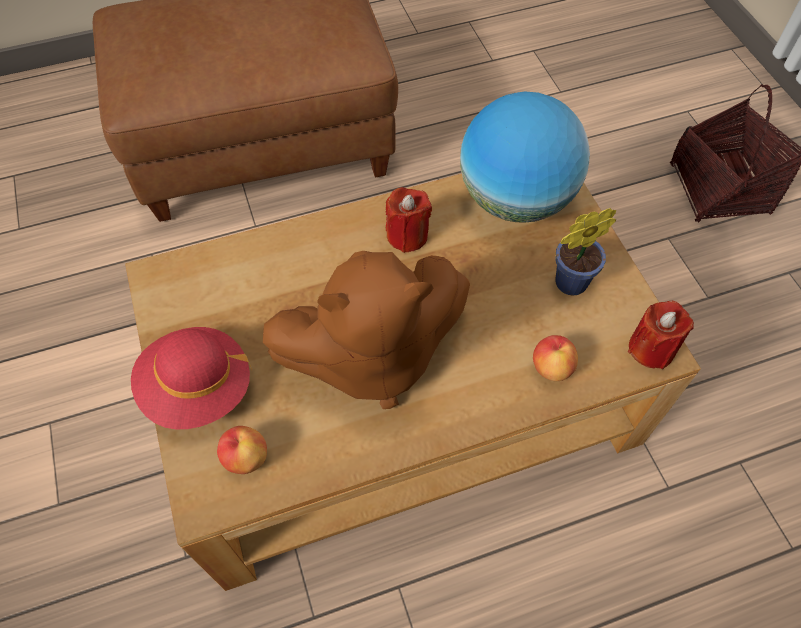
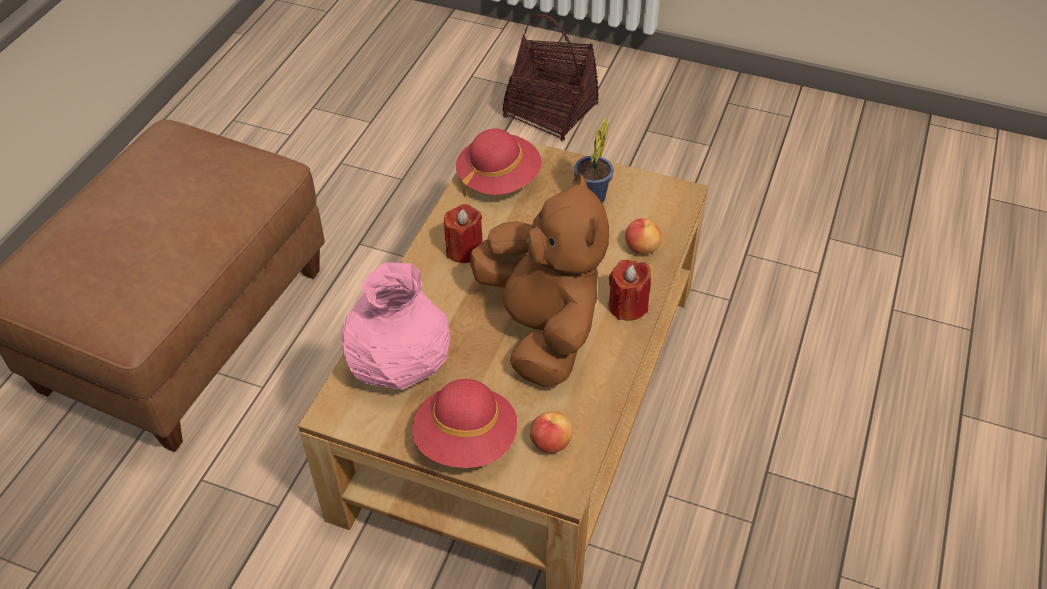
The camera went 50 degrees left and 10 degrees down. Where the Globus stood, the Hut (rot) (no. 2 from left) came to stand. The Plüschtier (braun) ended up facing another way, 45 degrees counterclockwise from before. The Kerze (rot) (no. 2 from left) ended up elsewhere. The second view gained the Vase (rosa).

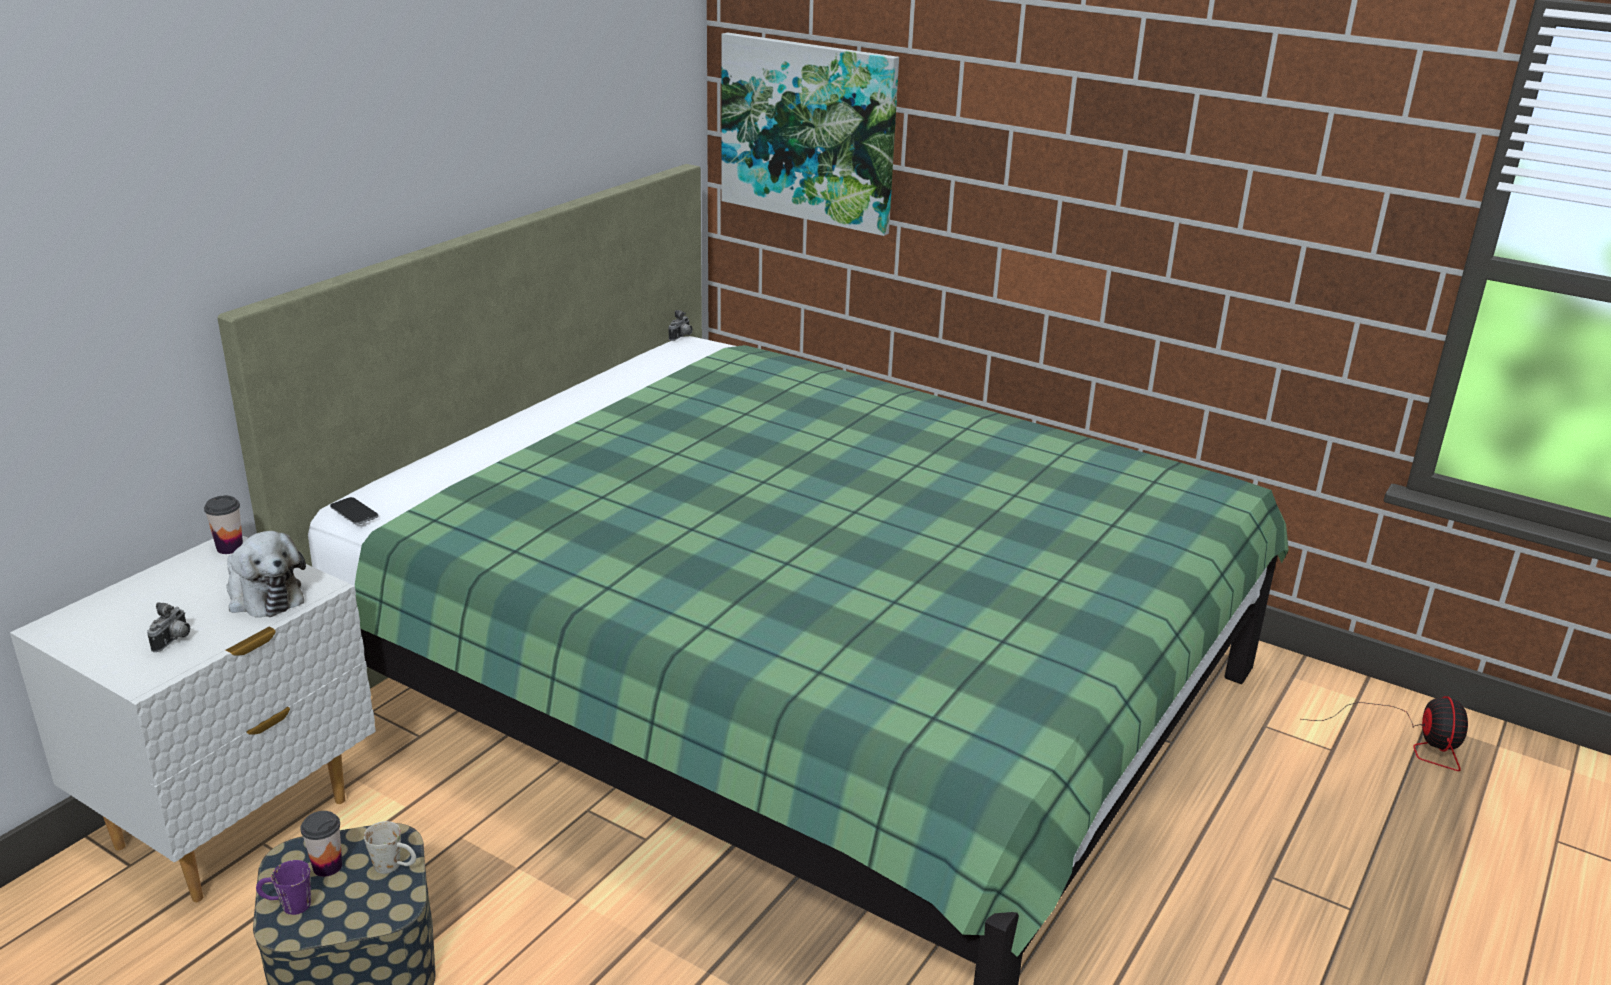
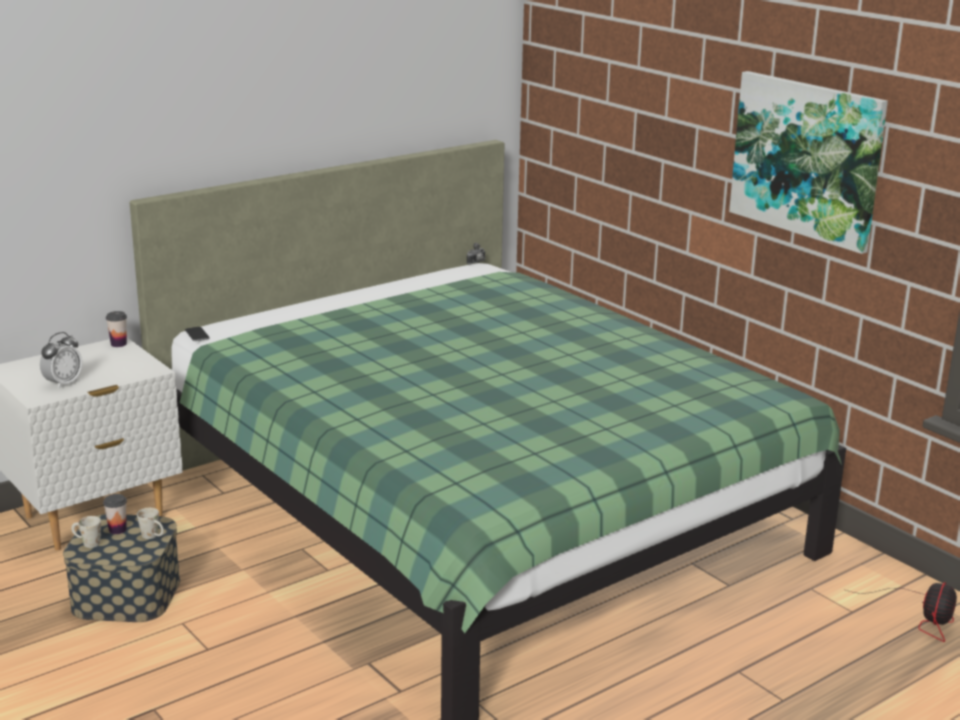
The camera went 20 degrees right and 5 degrees down. The Bild ended up elsewhere. The second view lost the Plüschtier. Where the Kamera (no. 1 from left) stood, the Wecker came to stand. What was the Henkelbecher (lila) turned into the Henkelbecher (weiß) (no. 1 from left).

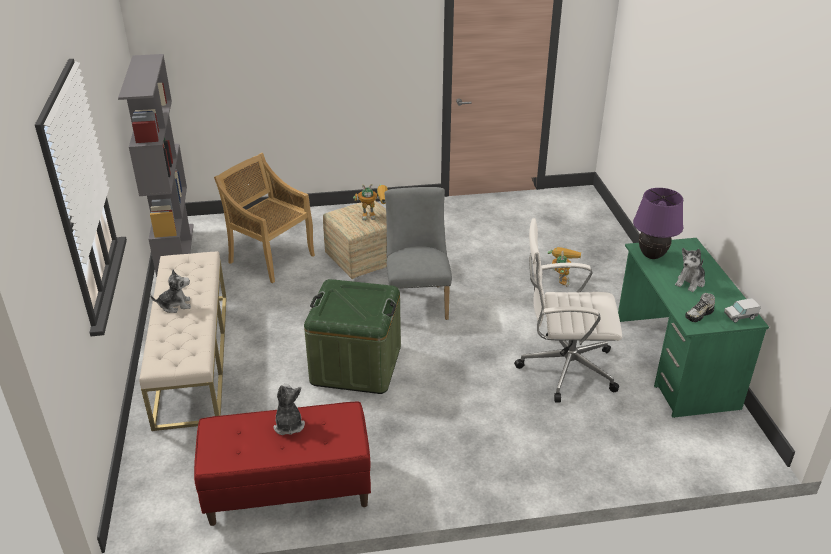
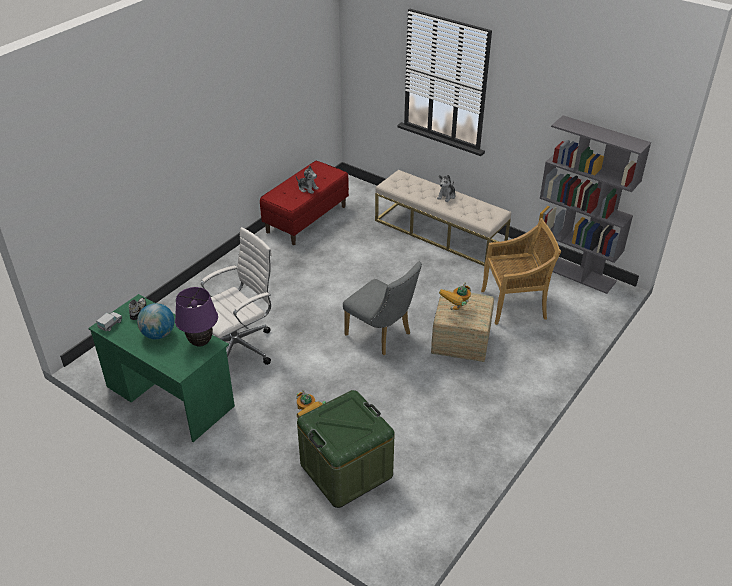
The camera went 135 degrees right and 5 degrees up. Where the Plüschtier (no. 3 from left) stood, the Globus came to stand. The Aufbewahrungsbox (grün) ended up elsewhere.

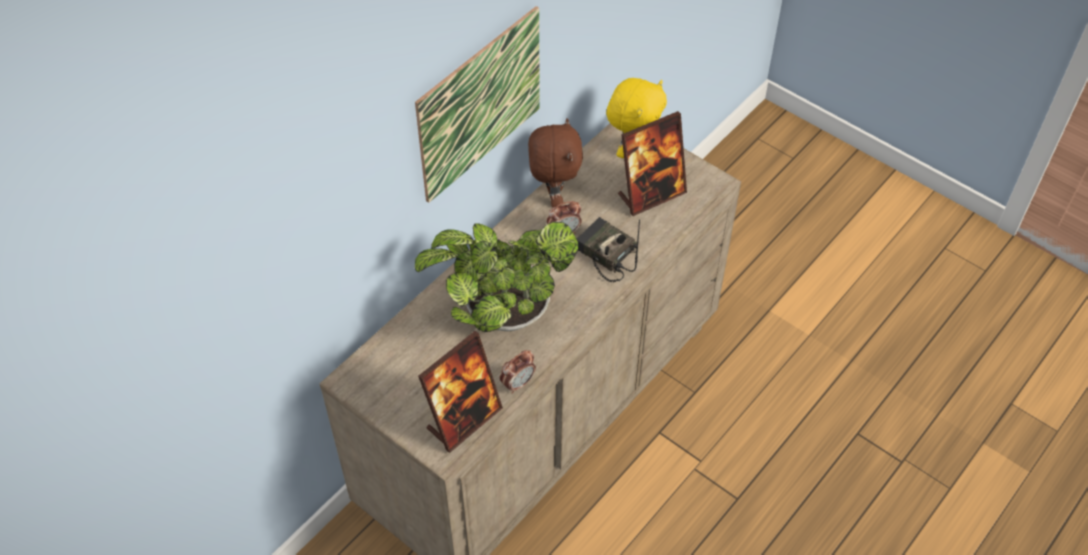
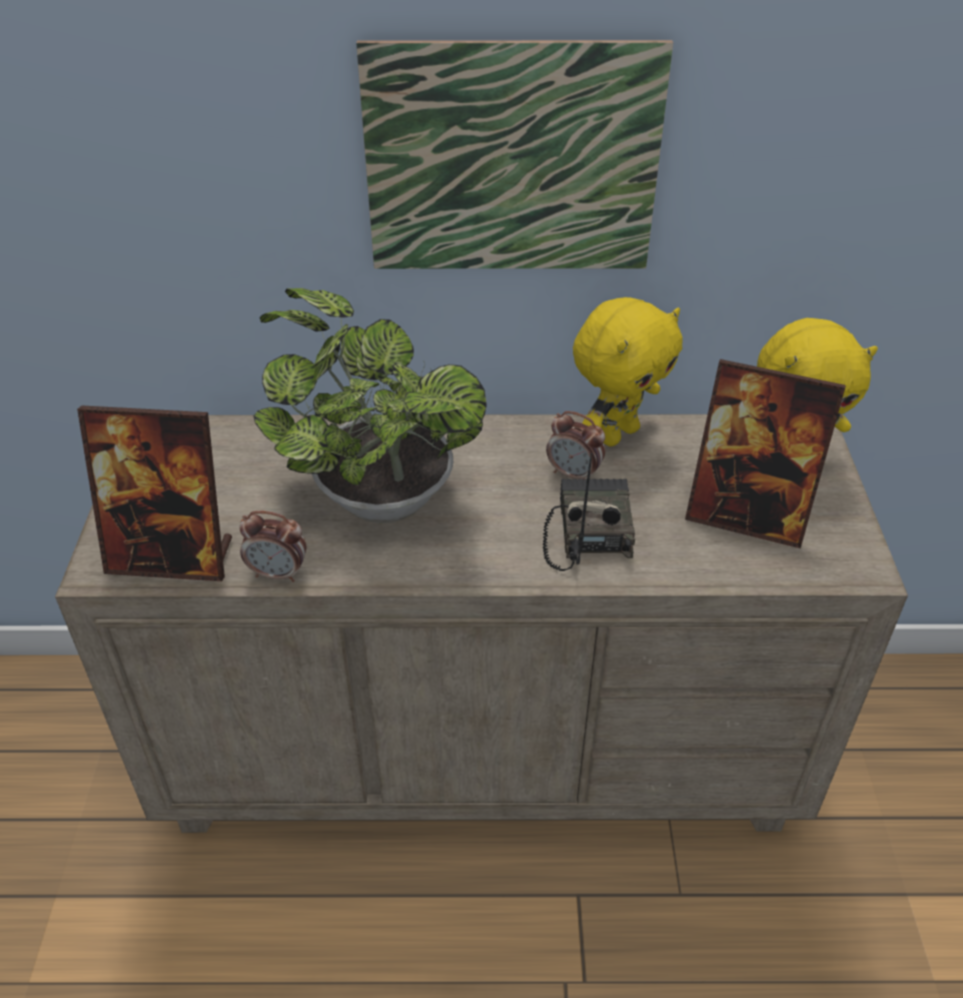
The camera went 50 degrees right and 10 degrees down. What was the Plüschtier (braun) turned into the Plüschtier (gelb) (no. 1 from left).

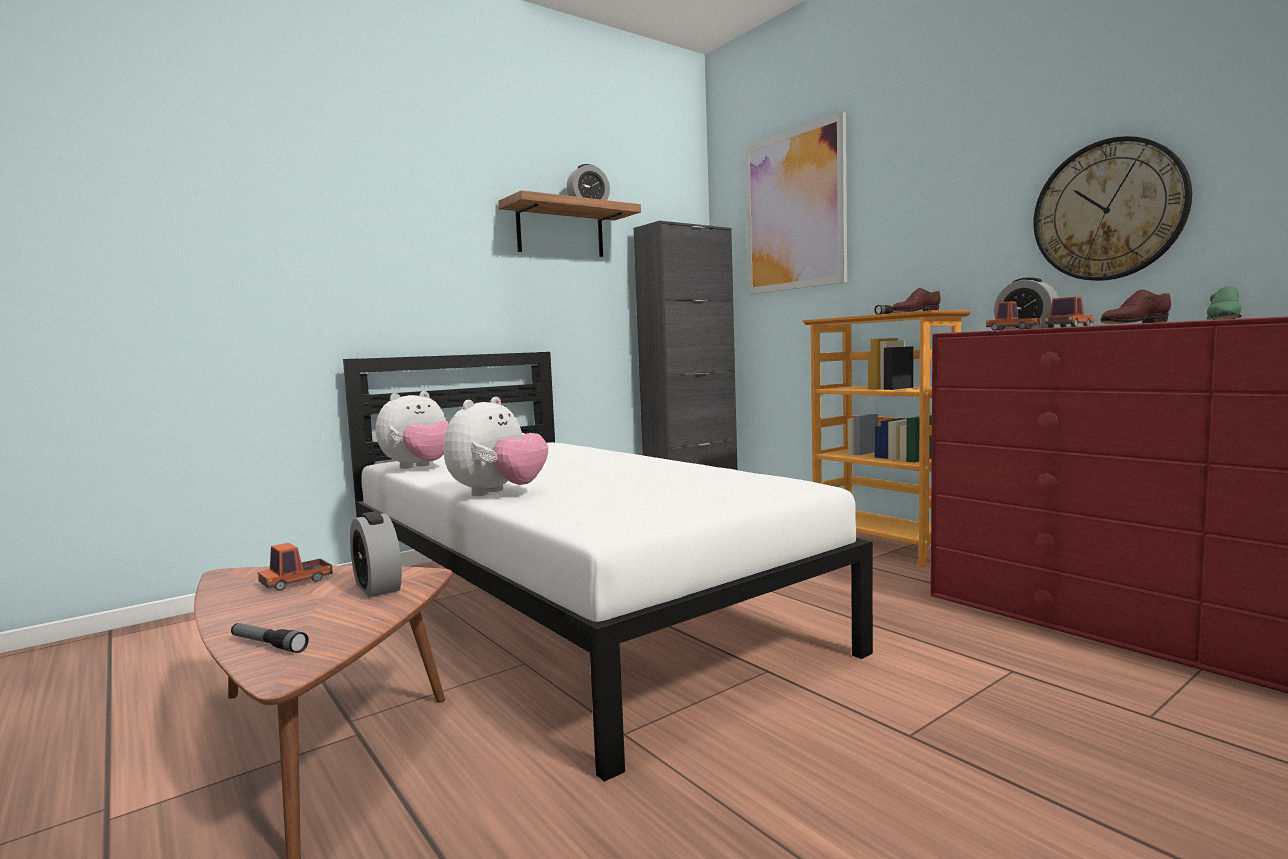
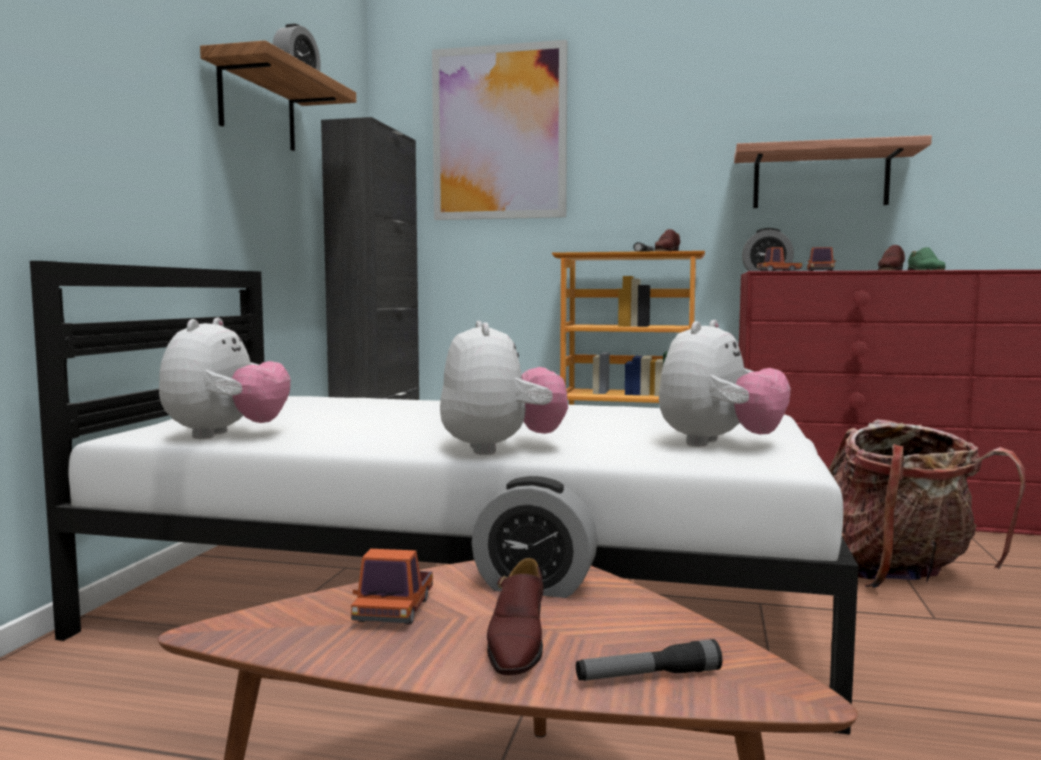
The camera went 40 degrees left and 0 degrees up. Where the Wanduhr hung, the Wandregal (no. 2 from left) came to hang. The second view gained the Plüschtier (no. 3 from left). The second view gained the Rucksack. The second view gained the Schuh (braun) (no. 1 from left).

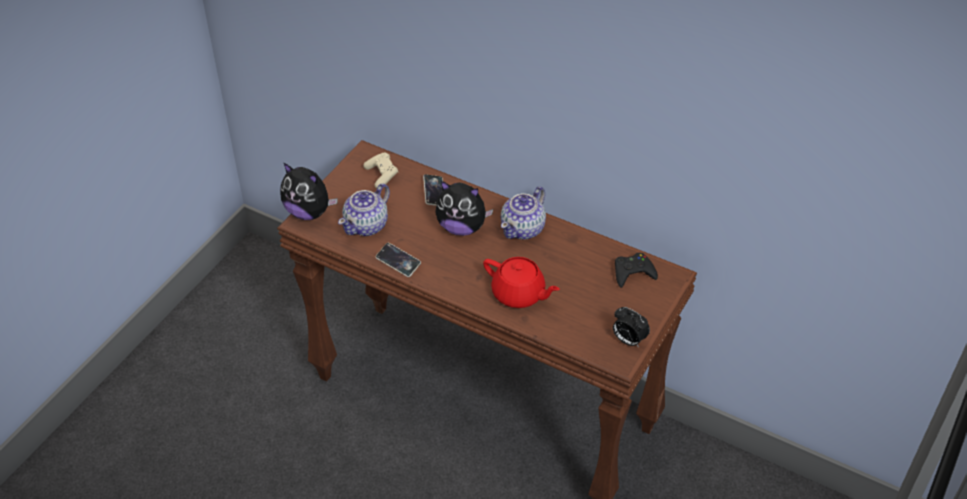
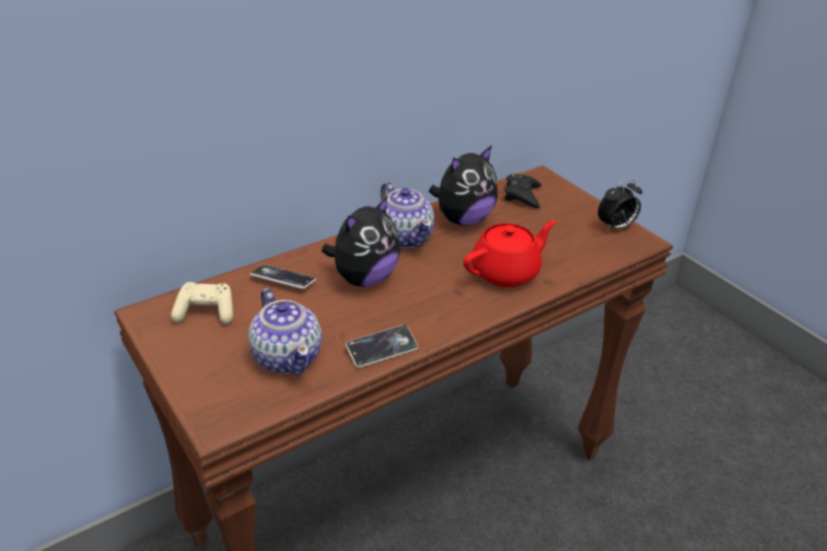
The camera went 65 degrees left and 10 degrees down. The Plüschtier (no. 1 from left in the first image) ended up elsewhere.

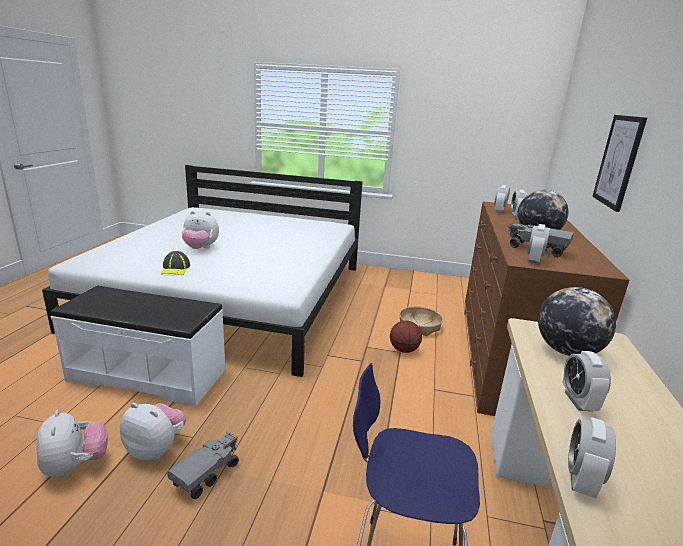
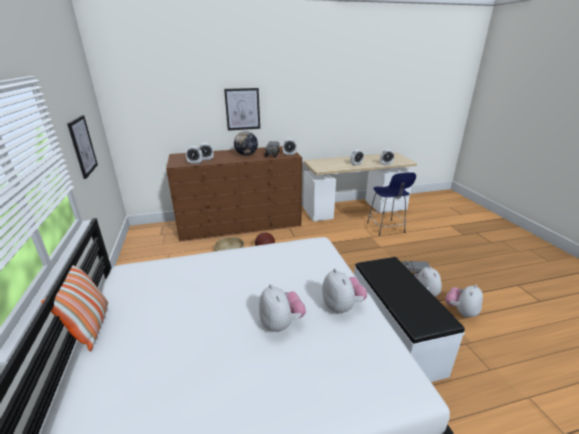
The camera went 115 degrees left and 5 degrees up. Where the Kappe stood, the Plüschtier (no. 2 from left) came to stand. The second view lost the Globus (no. 2 from left). The second view gained the Bild (no. 1 from left). The second view gained the Kissen.

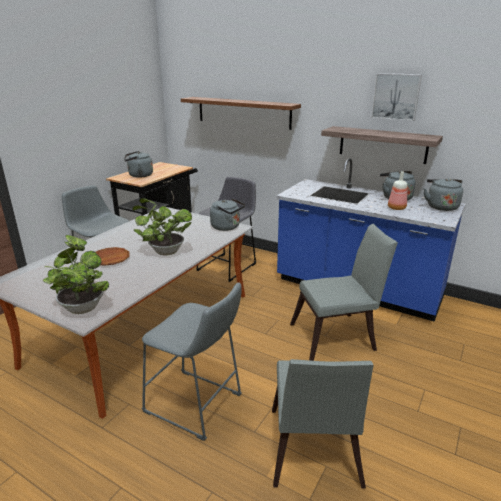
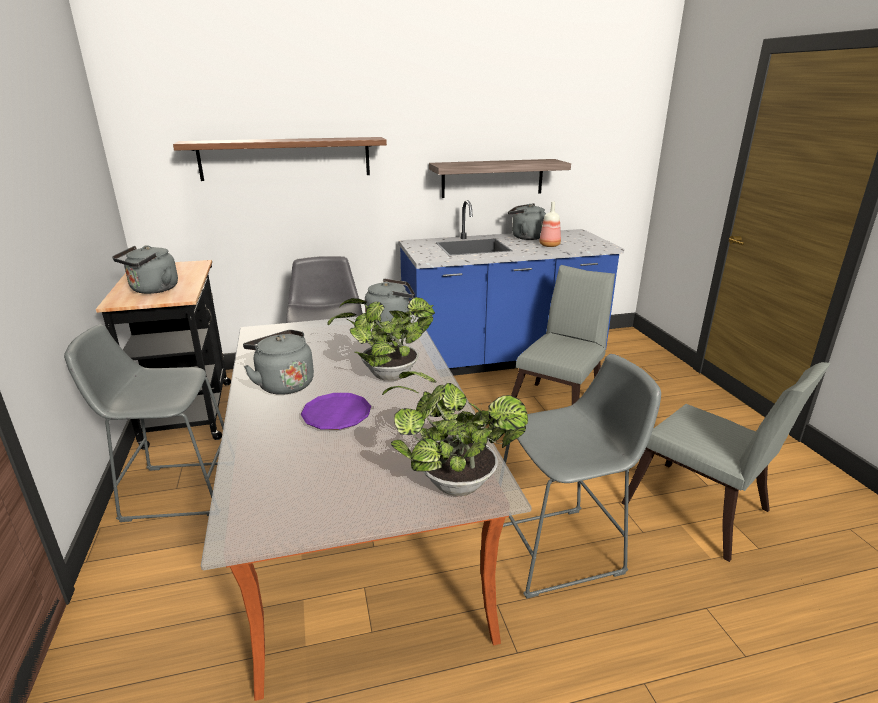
The camera went 45 degrees left and 0 degrees up. The second view lost the Bild. The Wasserkessel (grau) (no. 4 from left in the first image) ended up elsewhere. What was the Teller (braun) turned into the Teller (lila).

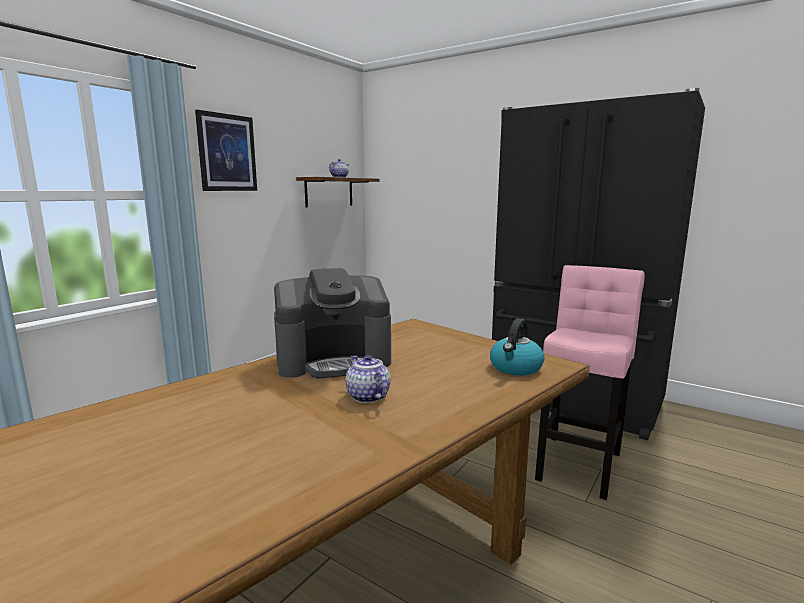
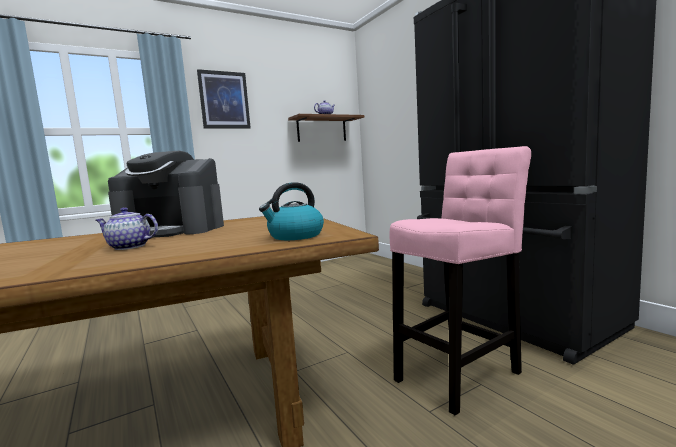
The camera went 25 degrees right and 5 degrees down. The Teekanne (no. 2 from left in the first image) ended up facing another way, 75 degrees counterclockwise from before.

